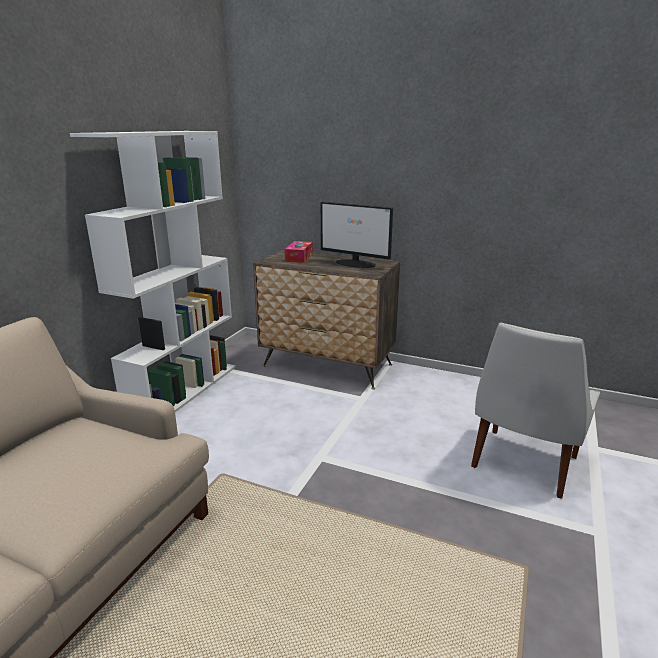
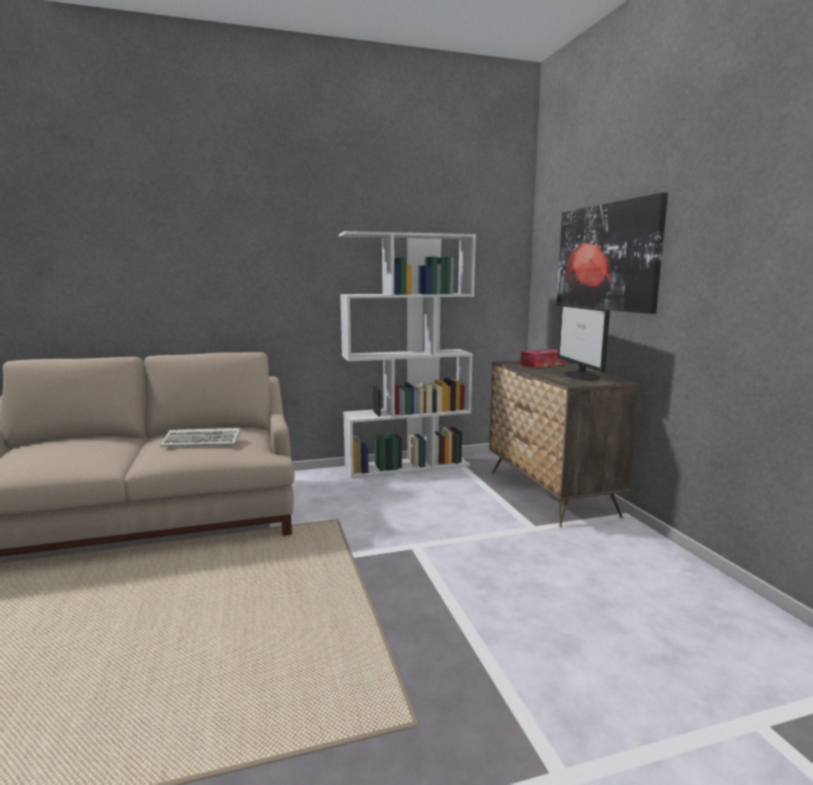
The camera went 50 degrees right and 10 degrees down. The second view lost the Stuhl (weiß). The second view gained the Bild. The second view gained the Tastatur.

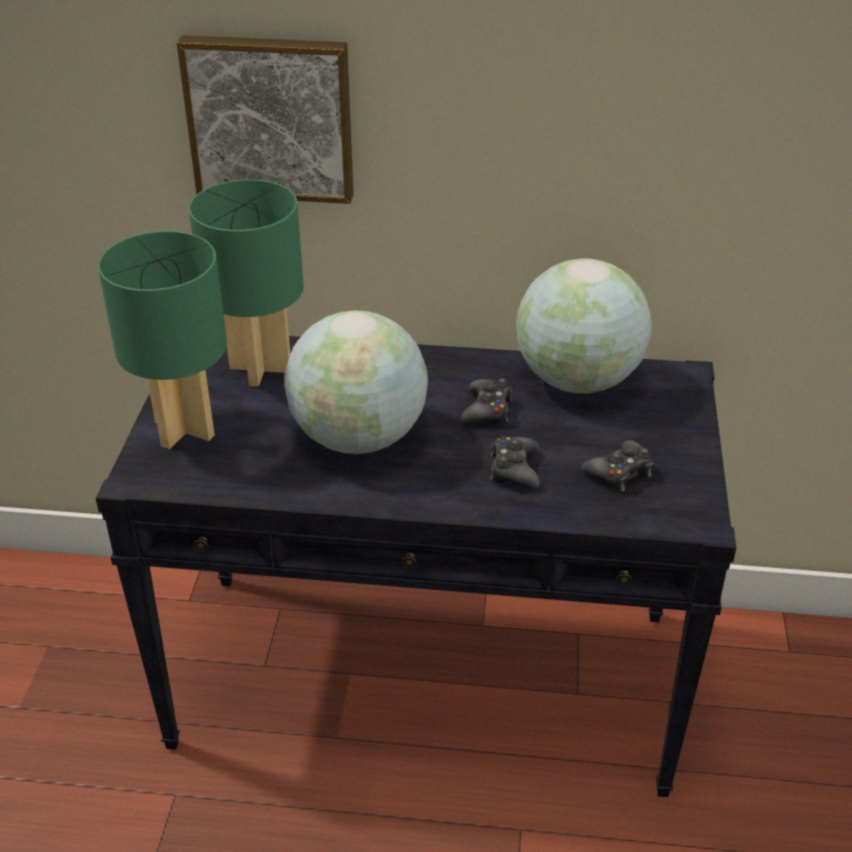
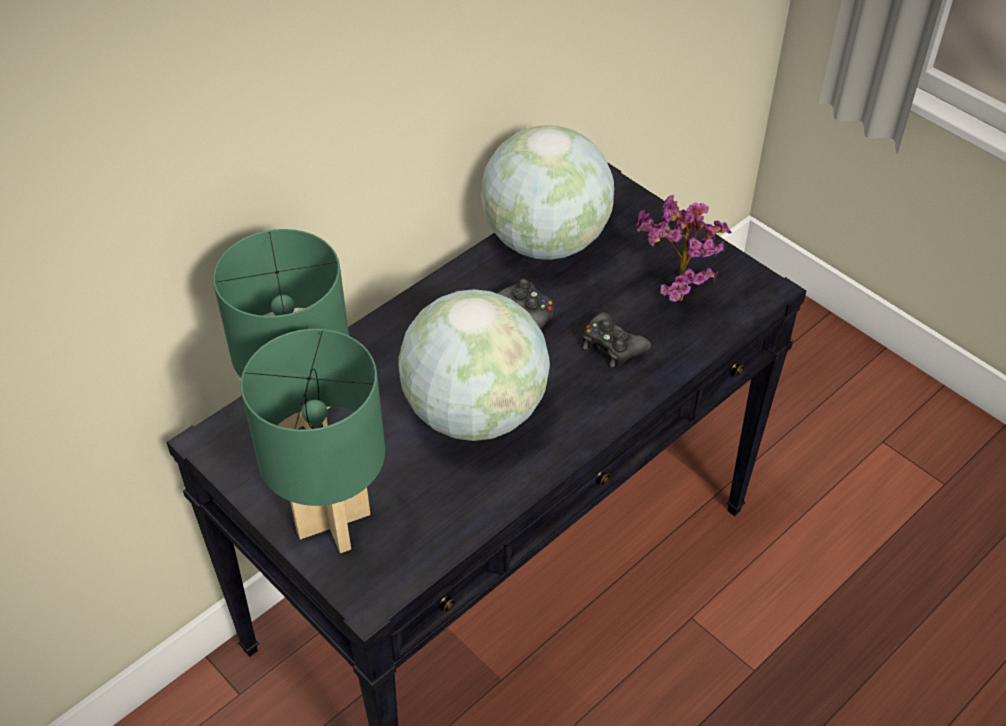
The camera went 50 degrees left and 10 degrees up. The second view lost the Bild. Where the Gamepad (schwarz) (no. 3 from left) stood, the Topfpflanze came to stand.

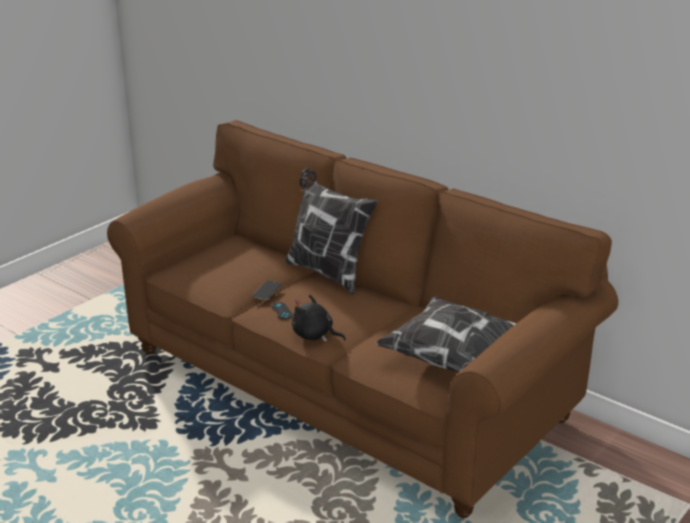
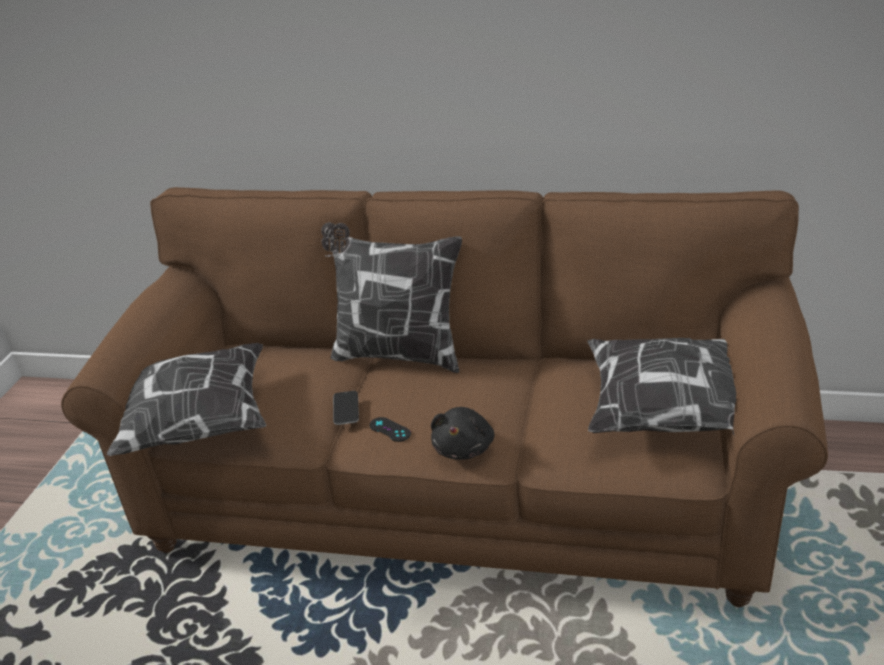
The camera went 25 degrees left and 5 degrees up. The Plüschtier (schwarz) ended up facing another way, 75 degrees counterclockwise from before. The second view gained the Kissen (no. 1 from left).

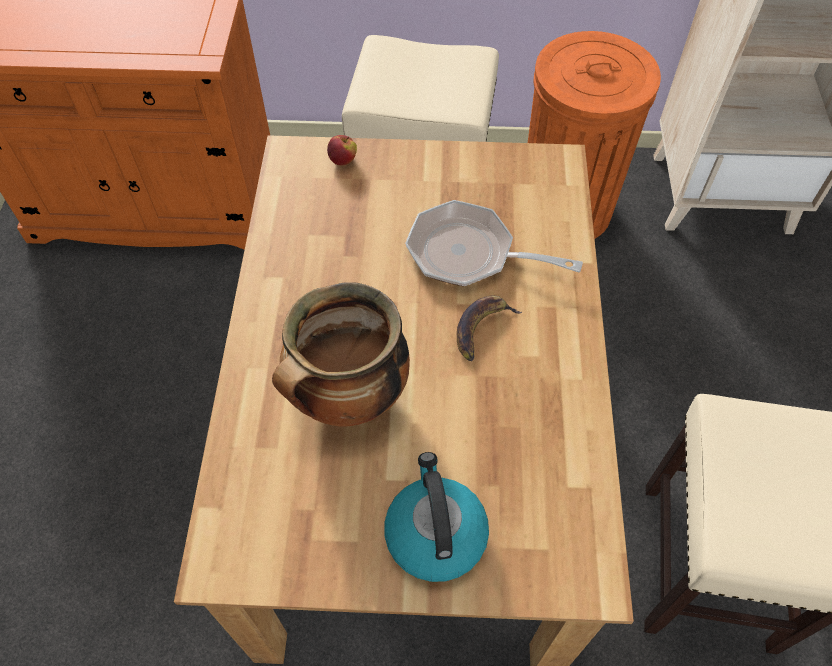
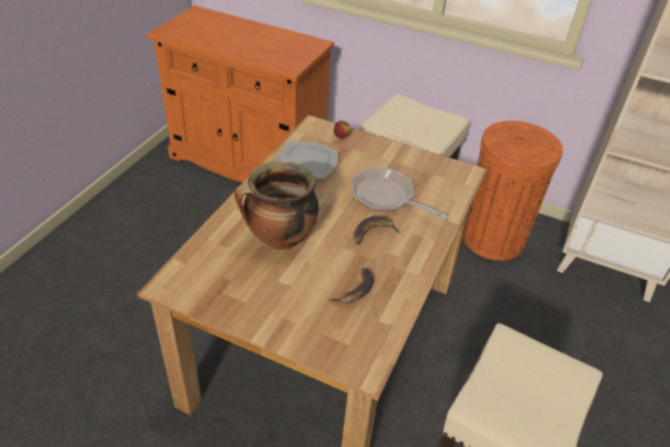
The camera went 20 degrees right and 15 degrees down. The second view lost the Wasserkessel. The second view gained the Teller. The second view gained the Banane (no. 1 from left).

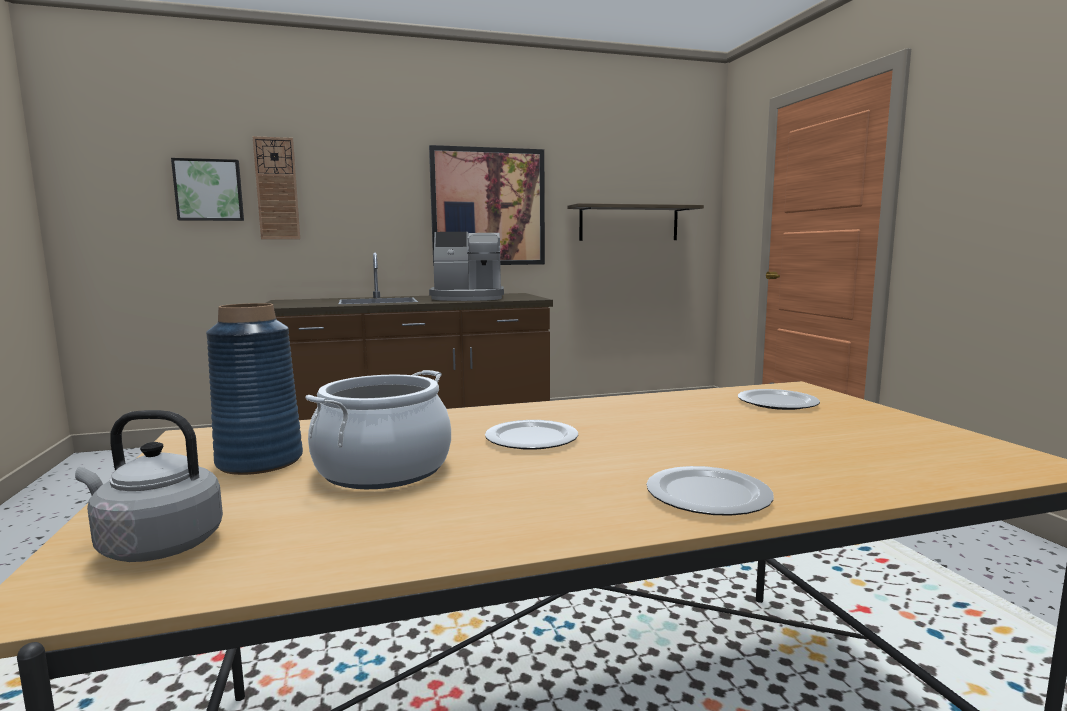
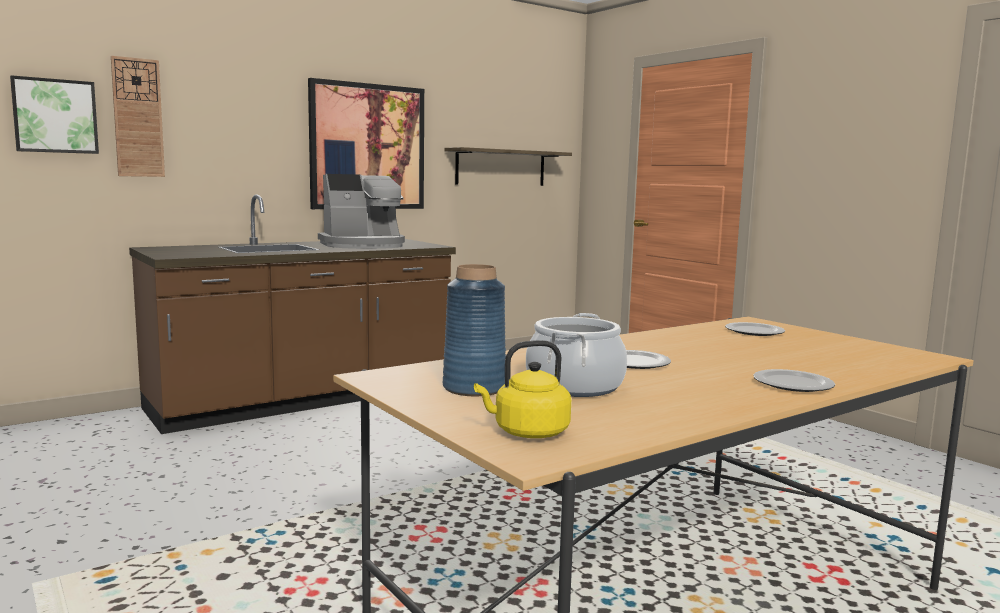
The camera went 20 degrees left and 0 degrees up. What was the Wasserkessel (grau) turned into the Wasserkessel (gelb).

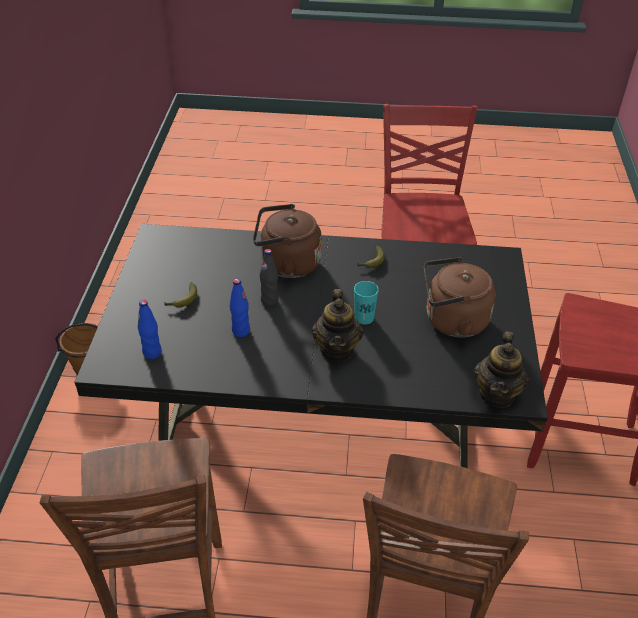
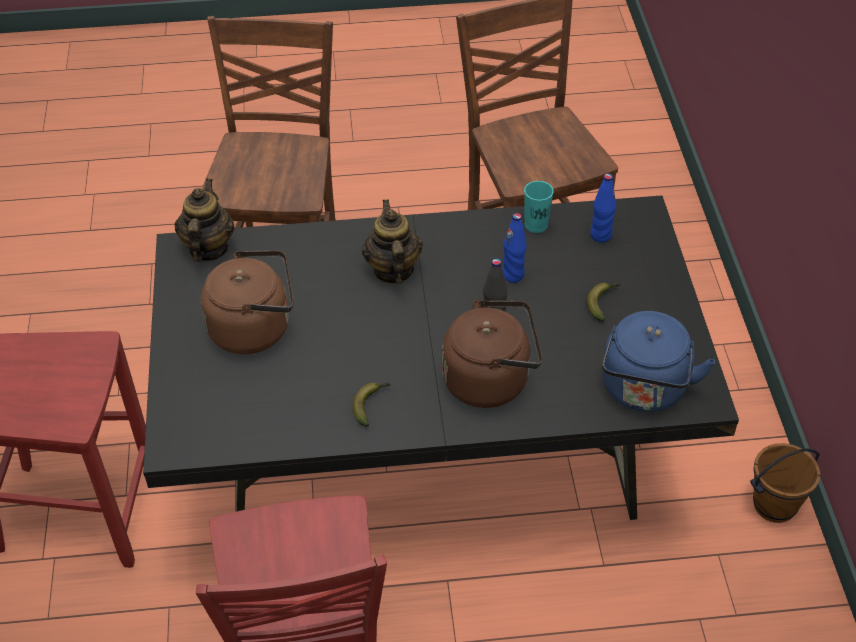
The camera went 170 degrees right and 5 degrees up. The Tasse (türkis) ended up elsewhere. The second view gained the Wasserkessel (blau).

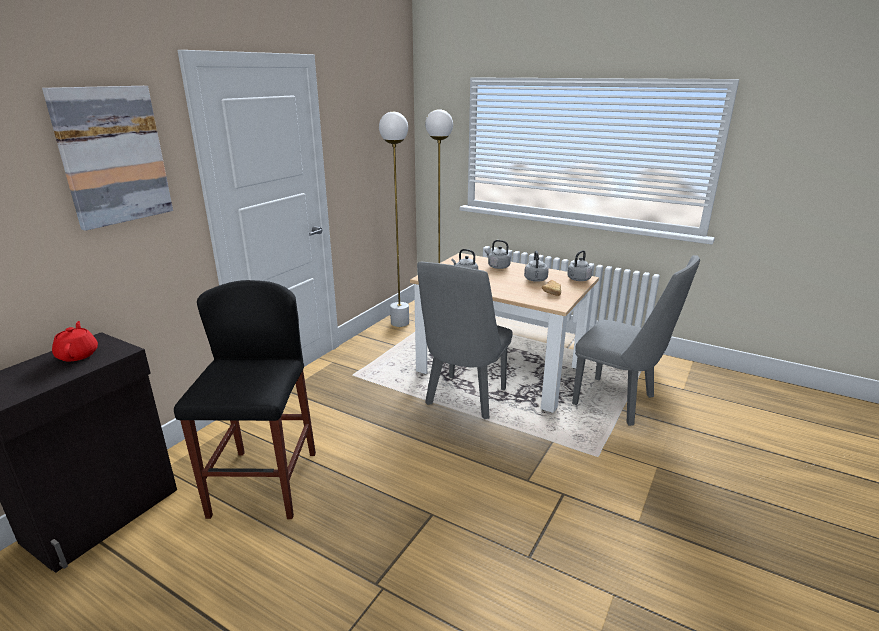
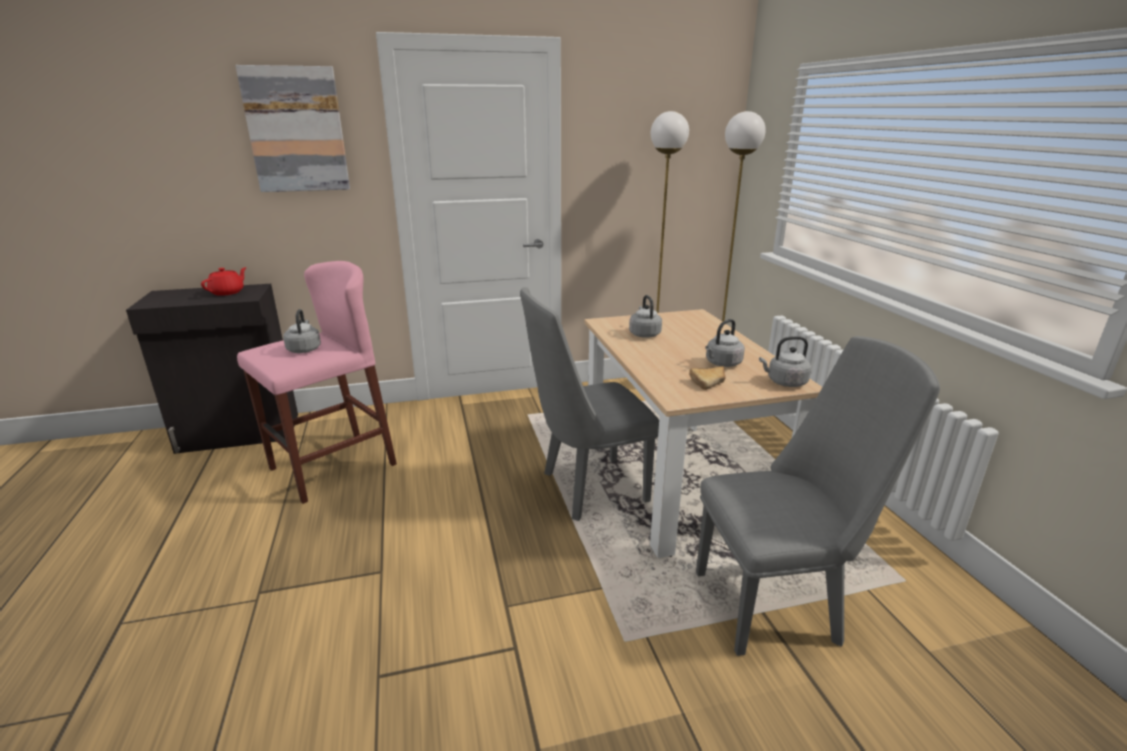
The camera went 45 degrees right and 0 degrees up. The Wasserkessel (grau) (no. 2 from left in the first image) ended up elsewhere. The Stuhl (grau) (no. 2 from left) ended up facing another way, 90 degrees counterclockwise from before. What was the Hocker (schwarz) turned into the Hocker (rosa).

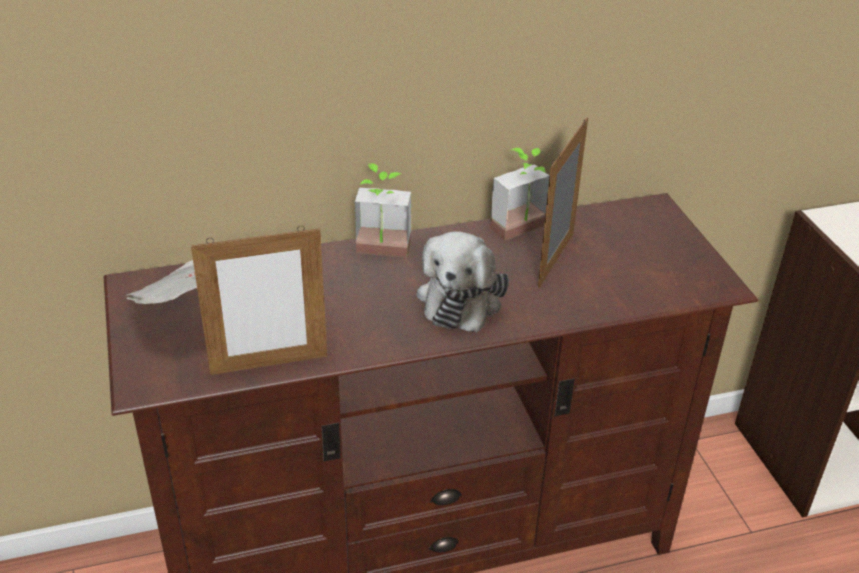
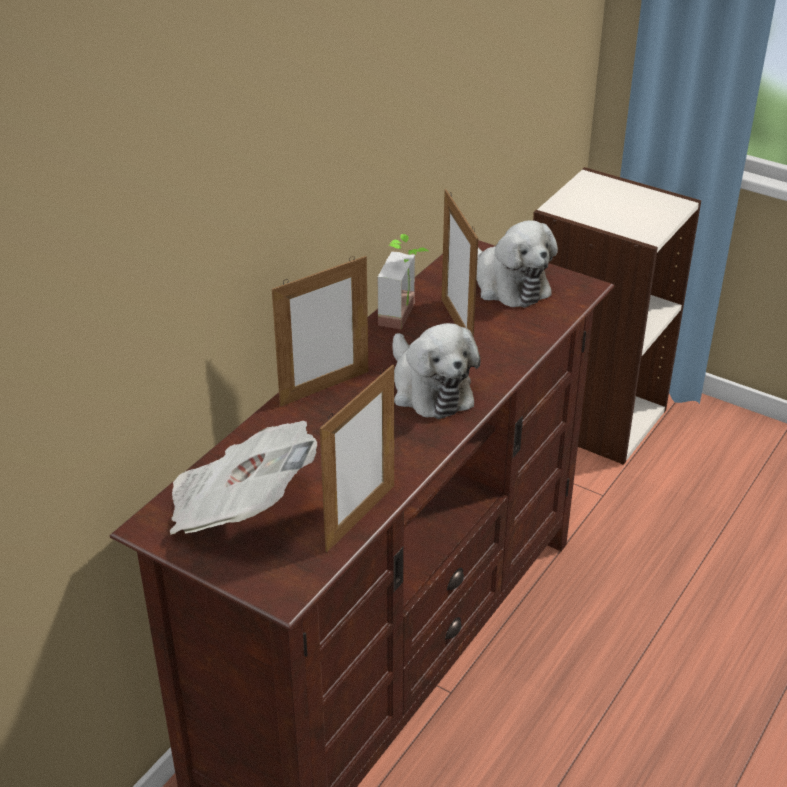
The camera went 40 degrees left and 0 degrees up. Where the Topfpflanze (no. 1 from left) stood, the Bilderrahmen (no. 1 from left) came to stand. The second view gained the Plüschtier (no. 2 from left).

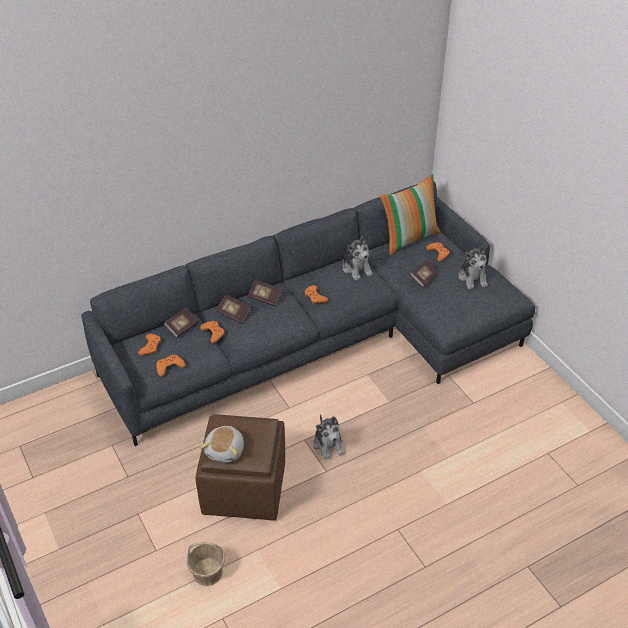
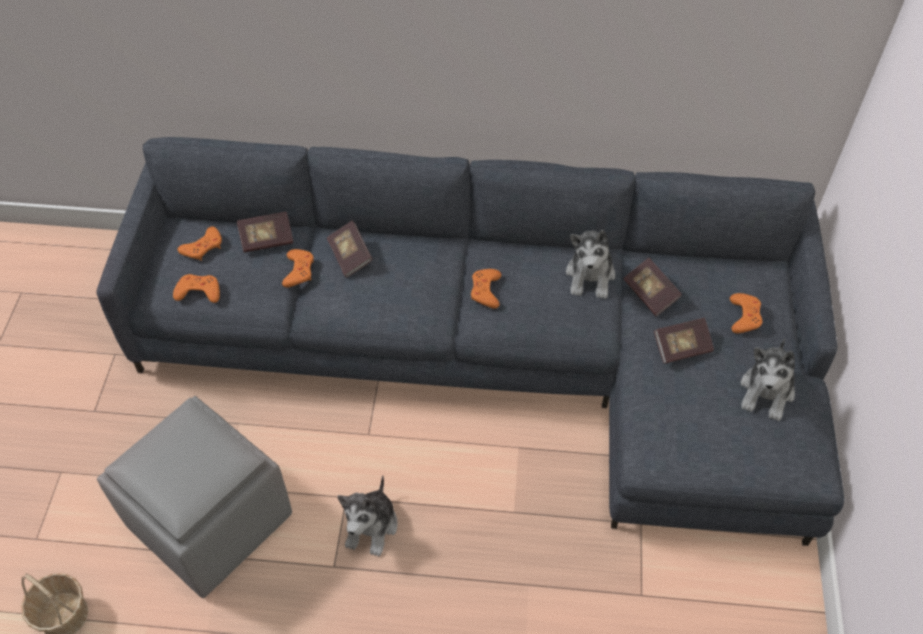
The camera went 35 degrees right and 10 degrees up. The second view lost the Kissen. The Buch (no. 3 from left) ended up elsewhere. What was the Polsterhocker (braun) turned into the Polsterhocker (grau). The second view lost the Plüschtier (no. 1 from left).

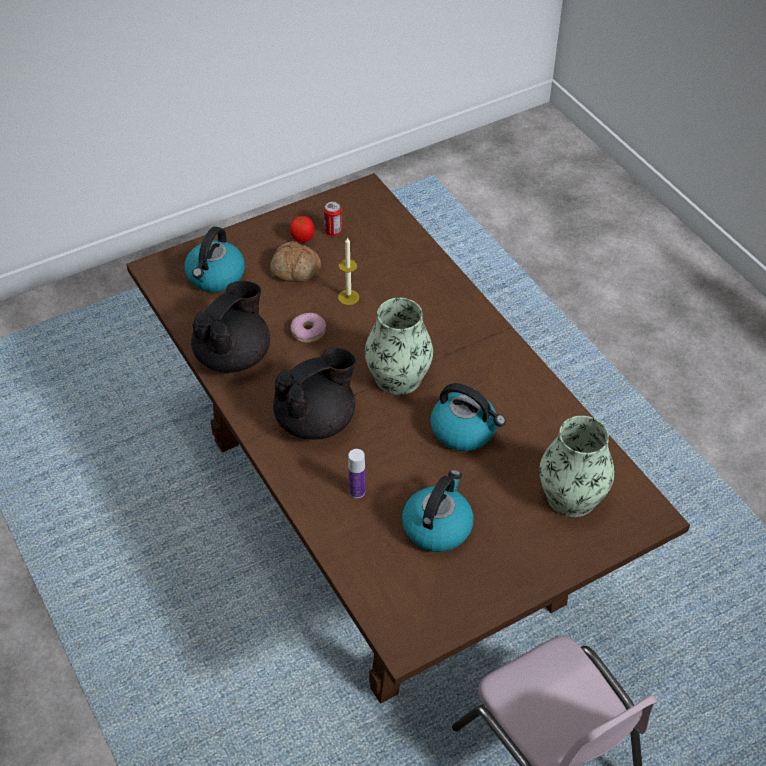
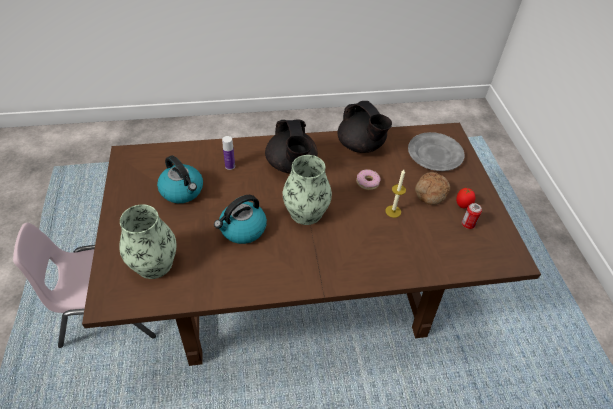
The camera went 110 degrees right and 0 degrees up. Where the Wasserkessel (no. 1 from left) stood, the Teller (grau) came to stand.

